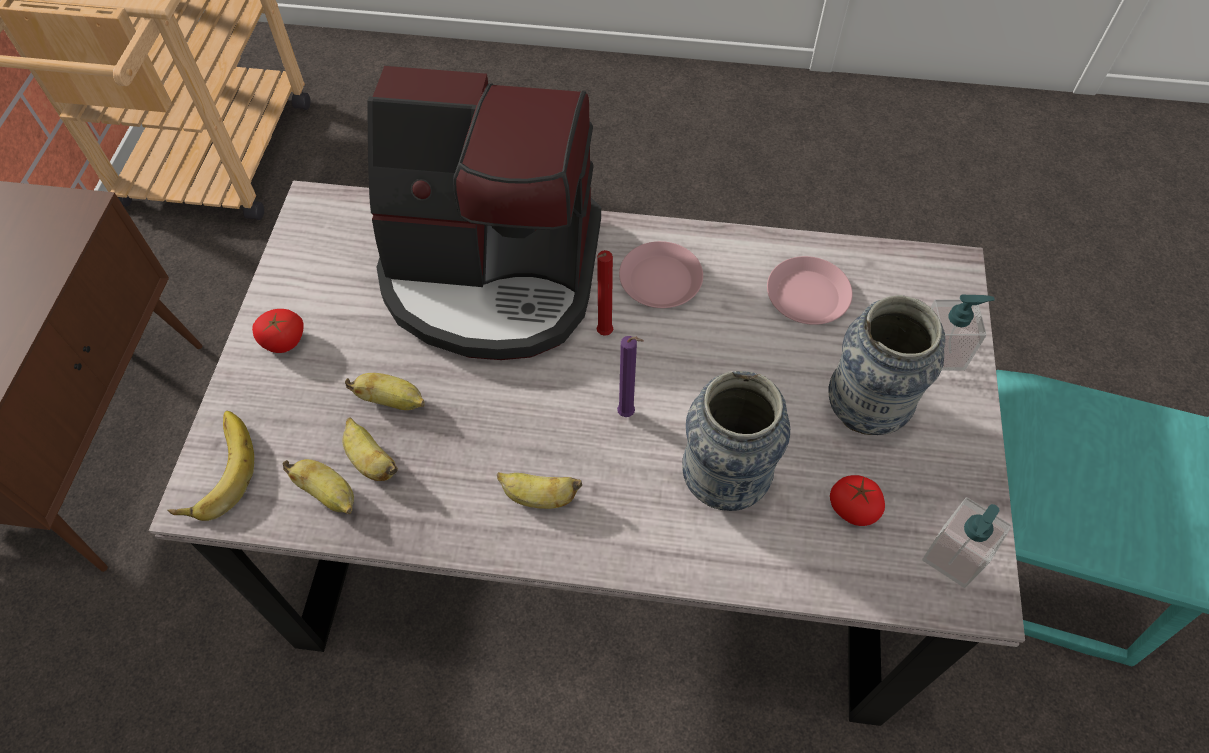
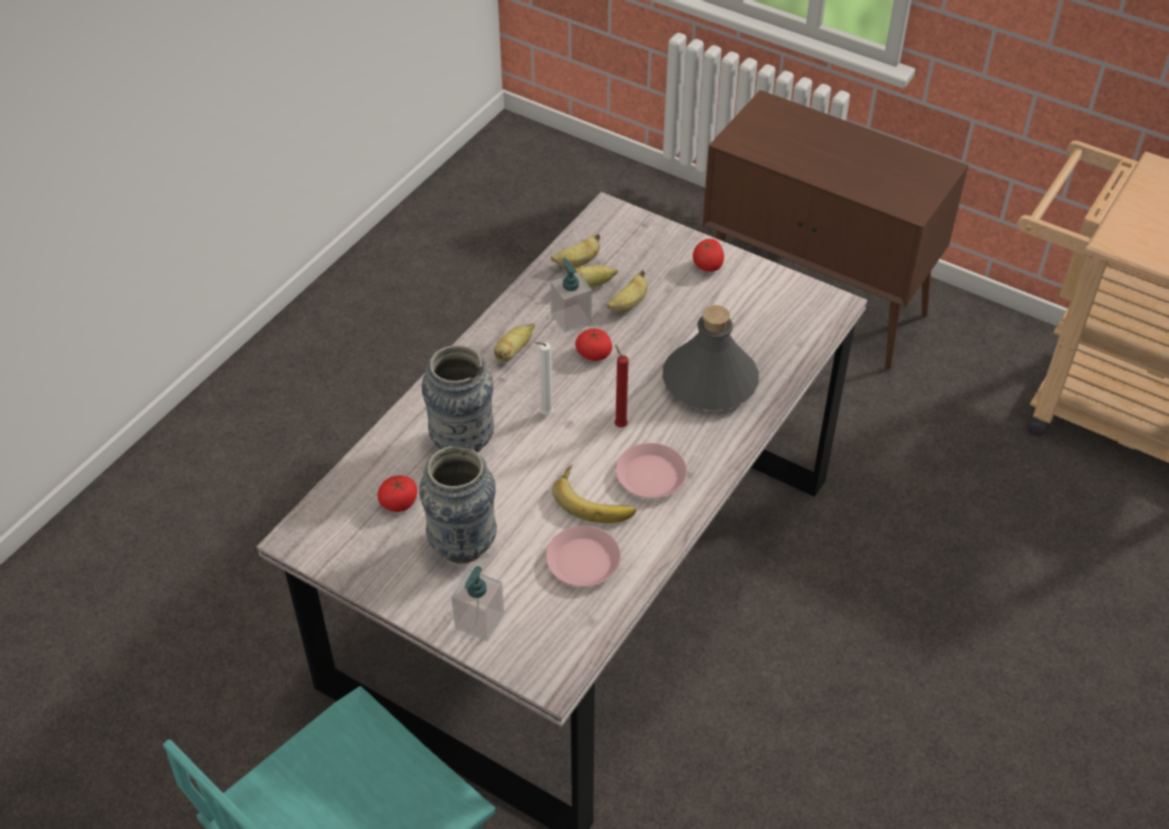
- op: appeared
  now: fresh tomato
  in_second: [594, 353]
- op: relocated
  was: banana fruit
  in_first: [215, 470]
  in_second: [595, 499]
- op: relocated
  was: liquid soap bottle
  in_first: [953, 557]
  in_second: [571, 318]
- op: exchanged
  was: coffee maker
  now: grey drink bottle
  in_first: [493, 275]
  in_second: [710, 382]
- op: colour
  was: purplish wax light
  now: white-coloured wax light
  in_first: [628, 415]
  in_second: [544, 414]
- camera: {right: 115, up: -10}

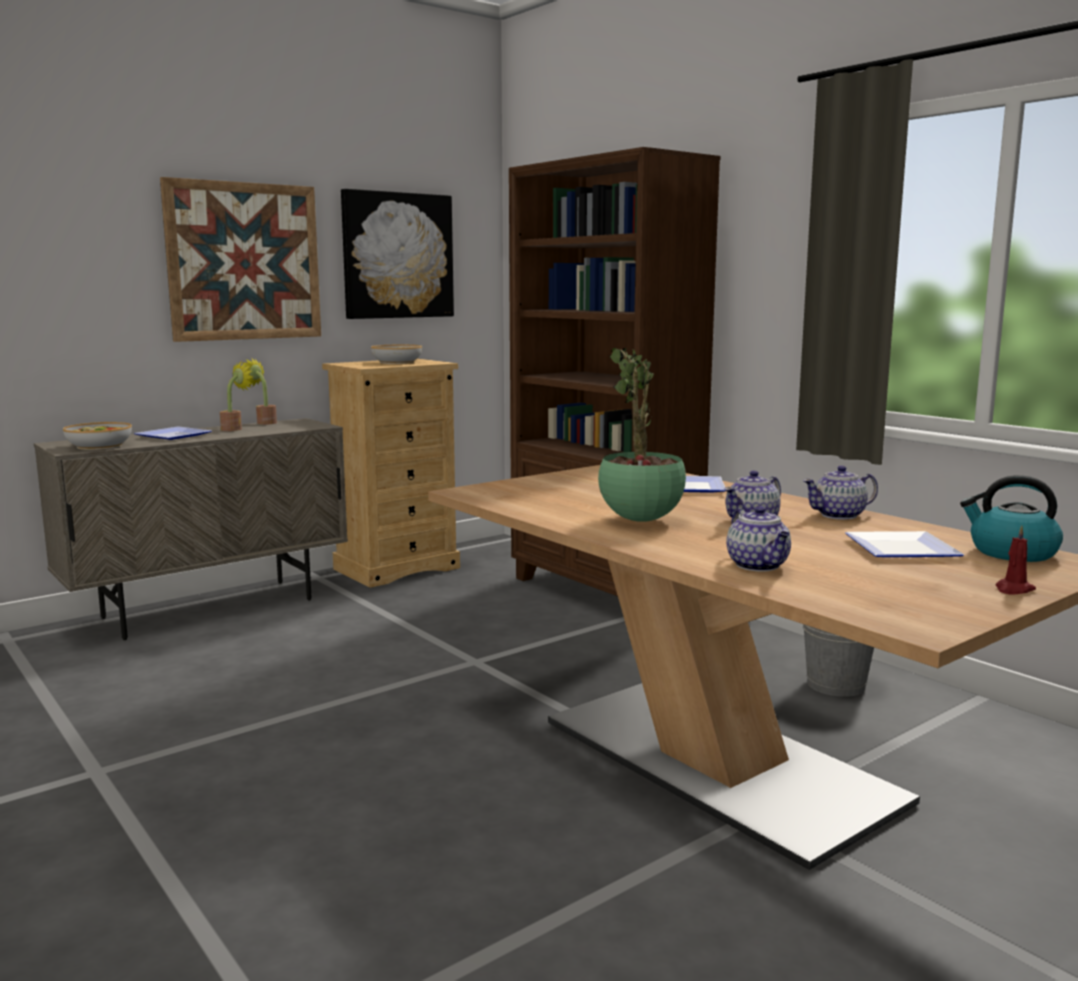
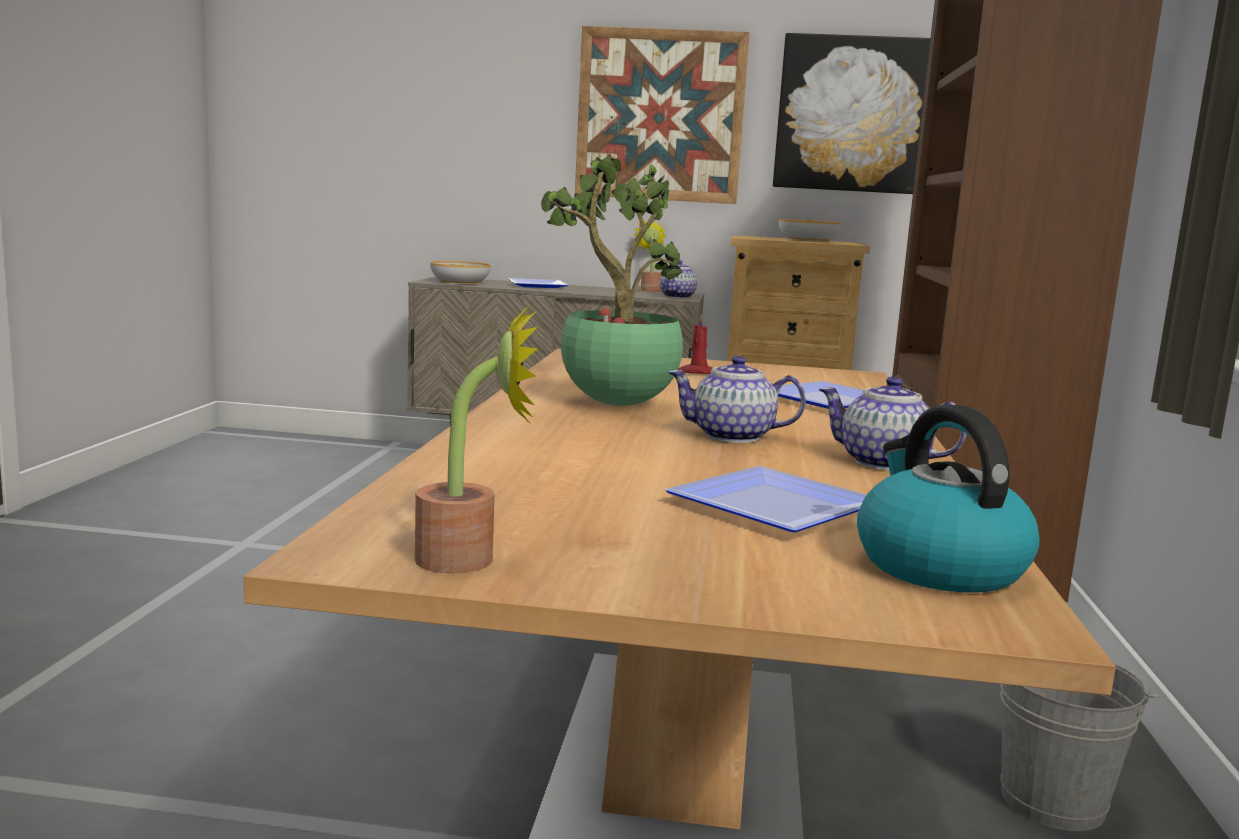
- op: relocated
  was: houseplant
  in_first: [235, 429]
  in_second: [471, 559]
- op: relocated
  was: tea pot
  in_first: [759, 566]
  in_second: [677, 297]
- op: relocated
  was: reddish wax light
  in_first: [1013, 589]
  in_second: [695, 372]
- camera: {right: 45, up: 0}

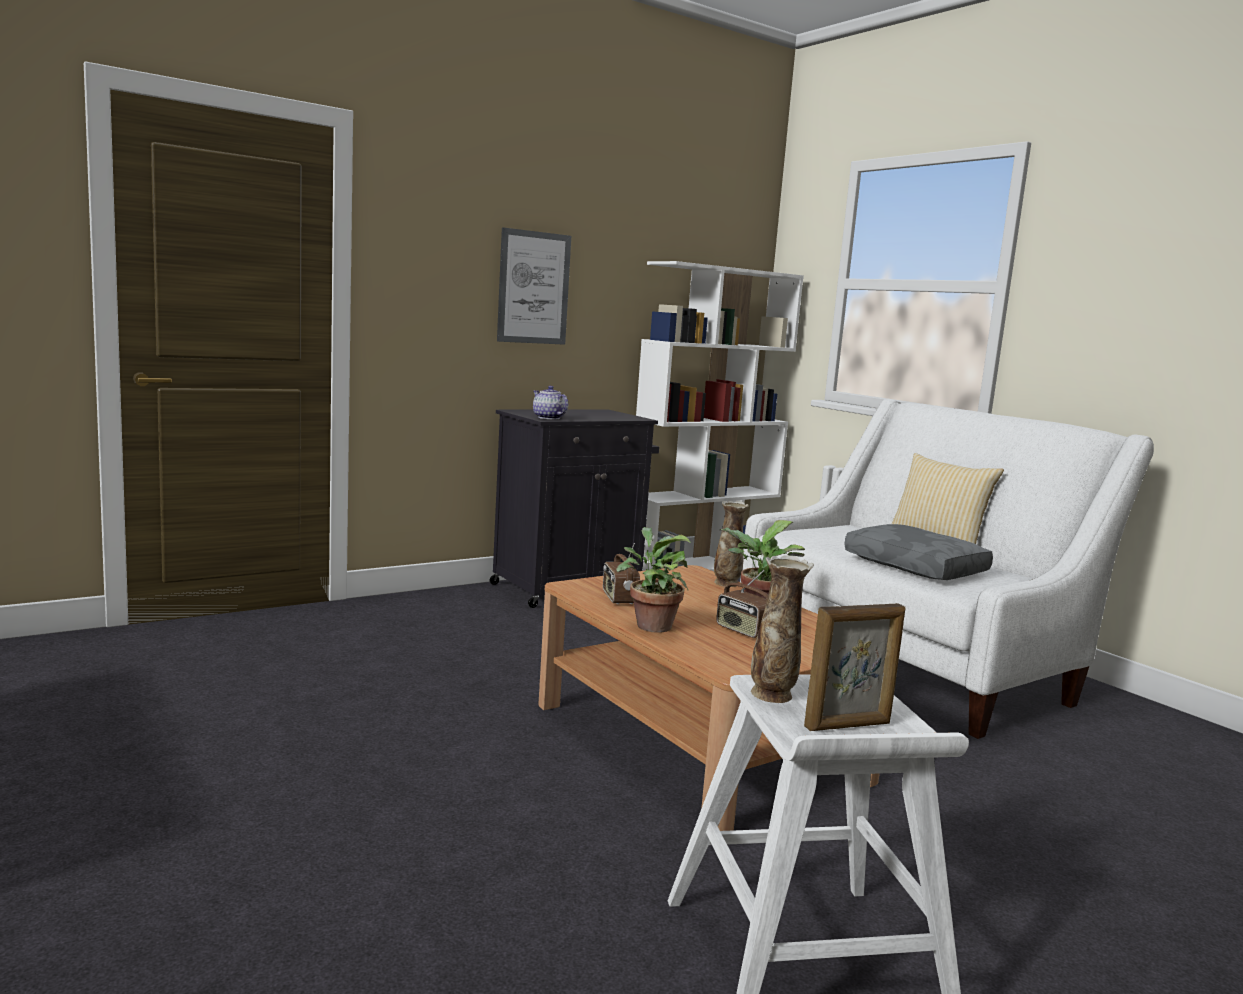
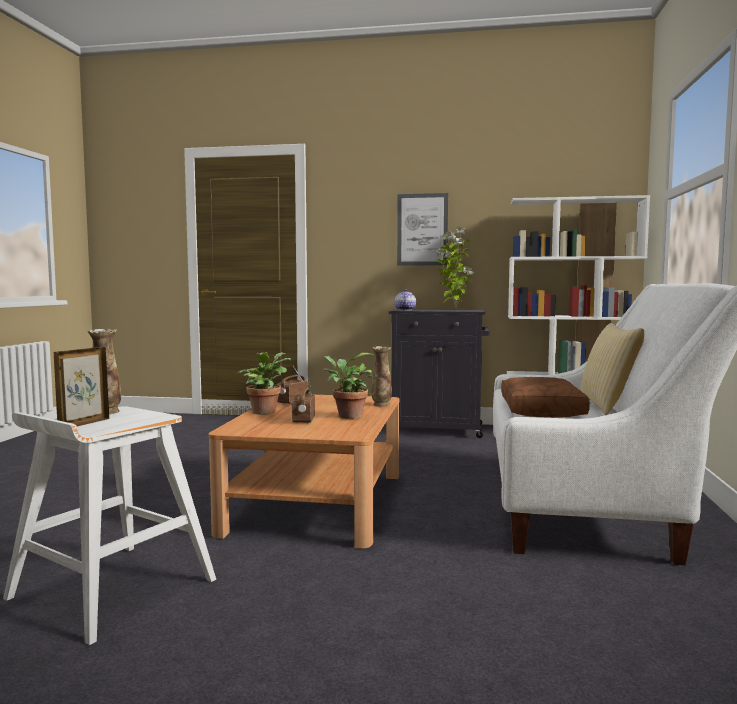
- op: appeared
  now: houseplant
  in_second: [454, 309]
- op: colour
  was: grey pillow
  now: brown pillow
  in_first: [917, 567]
  in_second: [543, 410]
- op: spun
  was: picture frame
  in_first: [848, 726]
  in_second: [83, 424]
  clockwise: 90
- camera: {right: 45, up: -5}

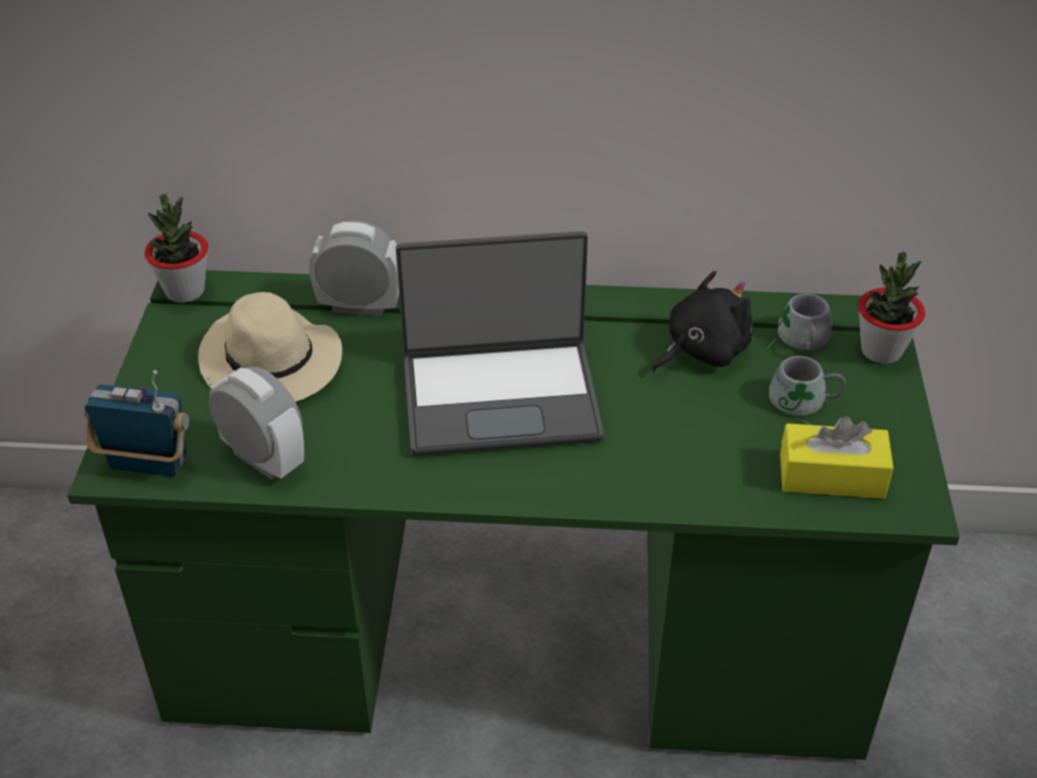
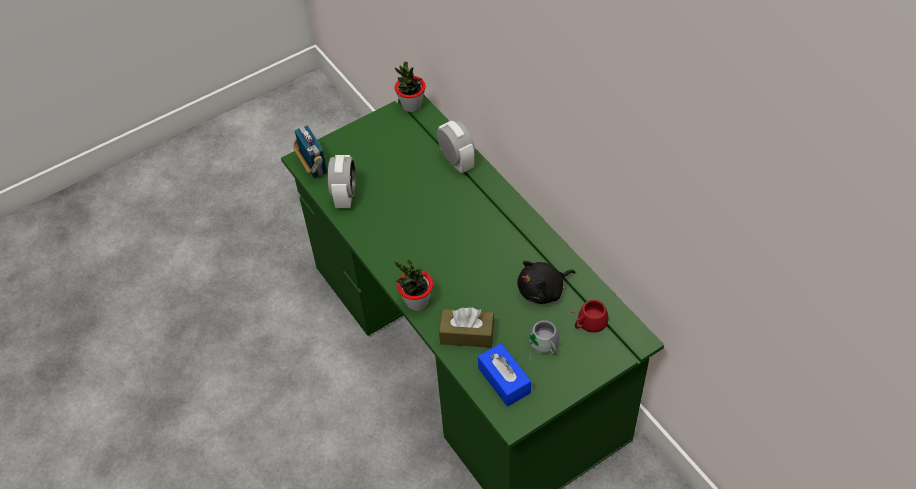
- op: missing
  was: beige-coloured hat
  in_first: [272, 363]
- op: missing
  was: notebook computer
  in_first: [500, 397]
- op: appeared
  now: brown box of tissues
  in_second: [467, 334]
- op: relocated
  was: houseplant
  in_first: [881, 351]
  in_second: [416, 302]
- op: colour
  was: grey tea mug
  now: reddish tea mug
  in_first: [798, 340]
  in_second: [587, 321]
- op: colour
  was: yellow box of tissues
  now: blue-coloured box of tissues
  in_first: [831, 476]
  in_second: [504, 380]
- op: spun
  was: blackish plush toy
  in_first: [702, 351]
  in_second: [543, 290]
  clockwise: 135
- camera: {right: 55, up: 10}

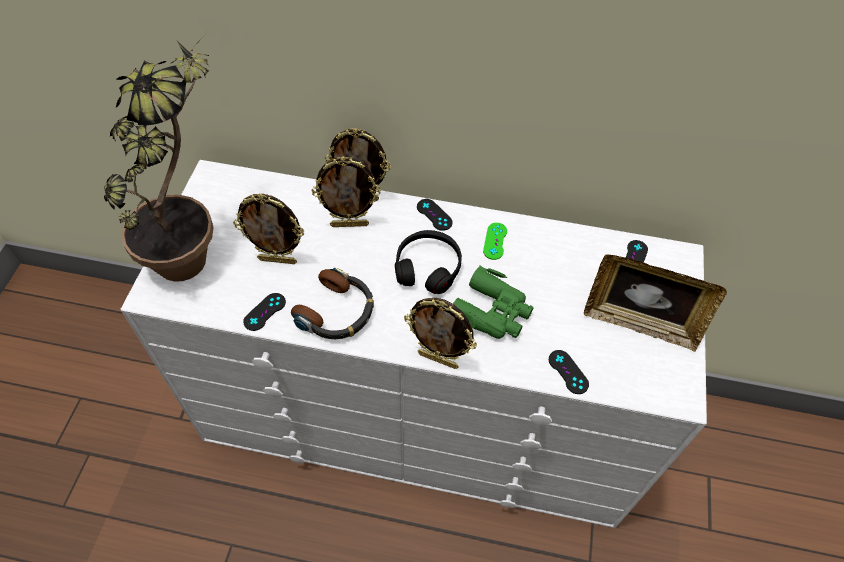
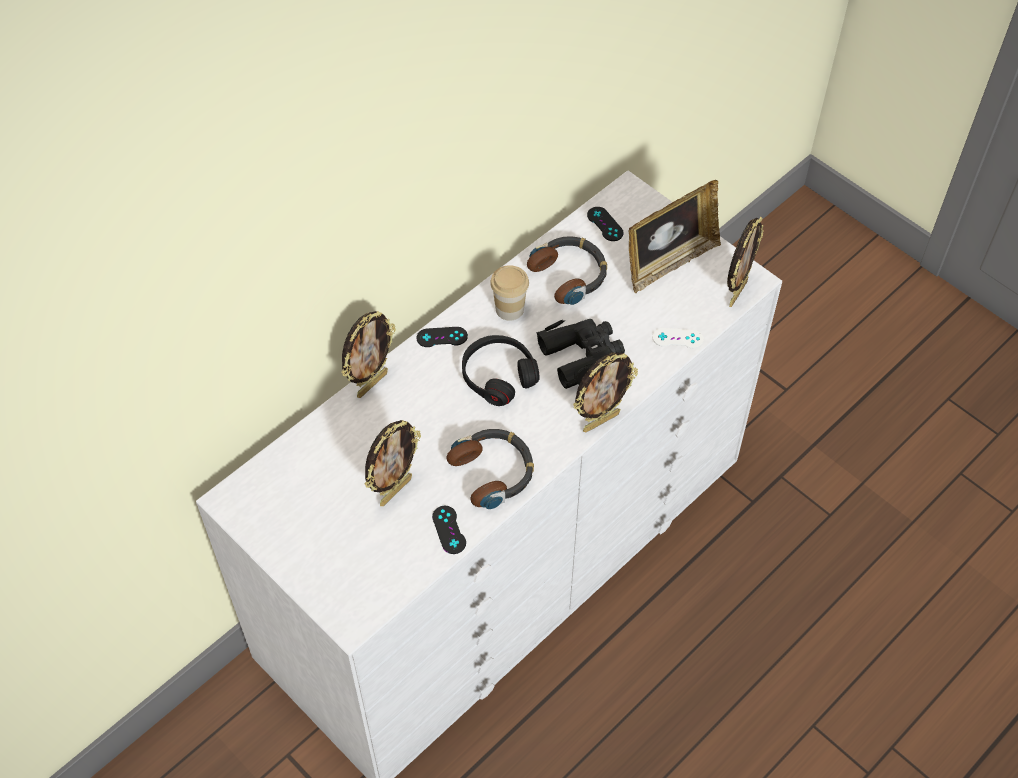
- op: missing
  was: houseplant
  in_first: [194, 248]
- op: appeared
  now: pair of headphones
  in_second: [570, 274]
- op: relocated
  was: picture frame
  in_first: [350, 224]
  in_second: [736, 292]
- op: exchanged
  was: green-coloured game controller
  now: cup
  in_first: [495, 241]
  in_second: [509, 309]
- op: colour
  was: green-coloured binoculars
  now: blackish binoculars
  in_first: [492, 312]
  in_second: [582, 355]
- op: colour
  was: blackish game controller
  now: white-coloured game controller
  in_first: [568, 372]
  in_second: [677, 338]
- camera: {right: -55, up: 0}

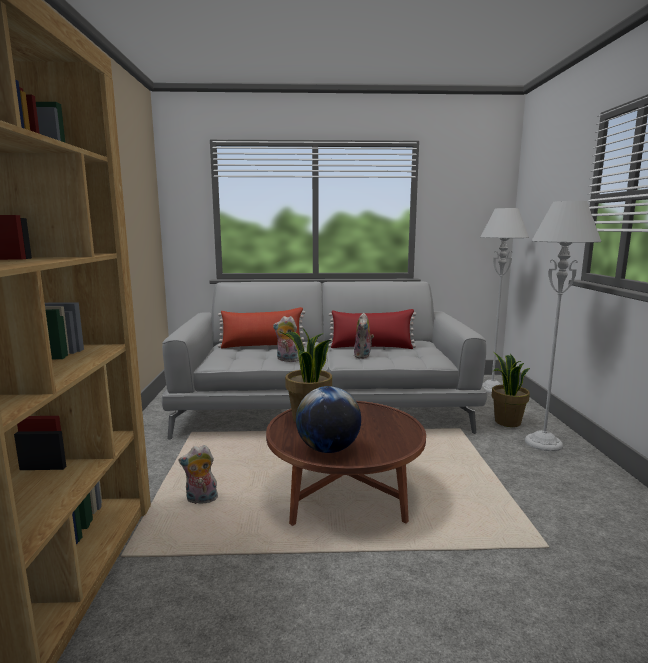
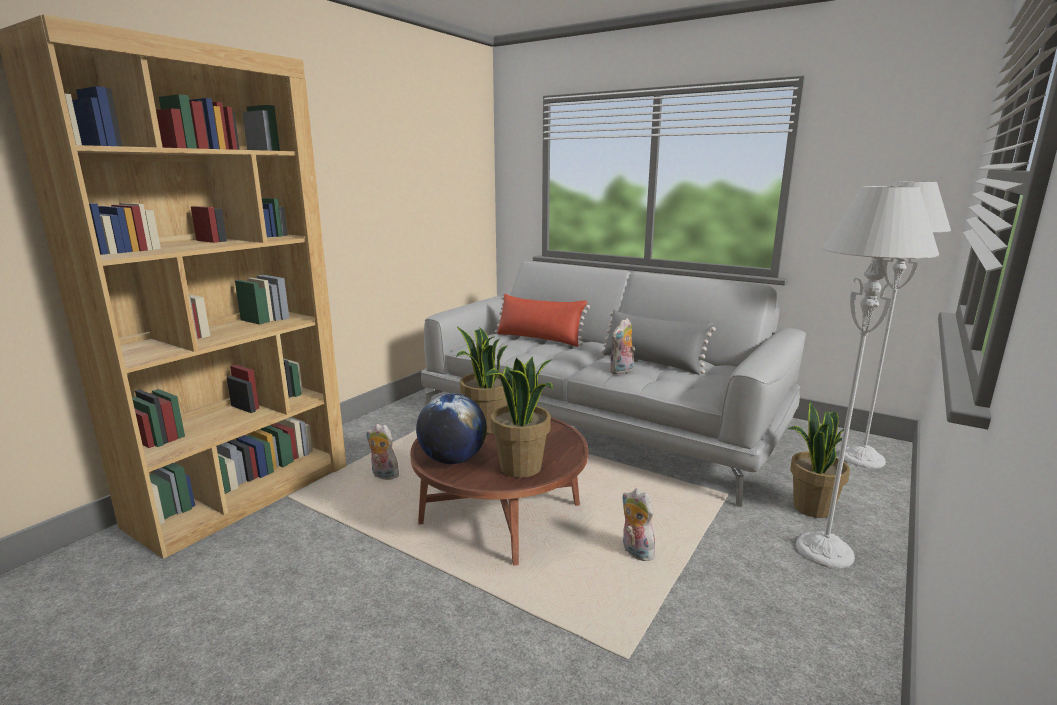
- op: appeared
  now: houseplant
  in_second: [521, 468]
- op: relocated
  was: plush toy
  in_first: [286, 360]
  in_second: [635, 552]
- op: colour
  was: reddish pillow
  now: grey pillow
  in_first: [371, 347]
  in_second: [652, 362]
- camera: {right: 35, up: 5}

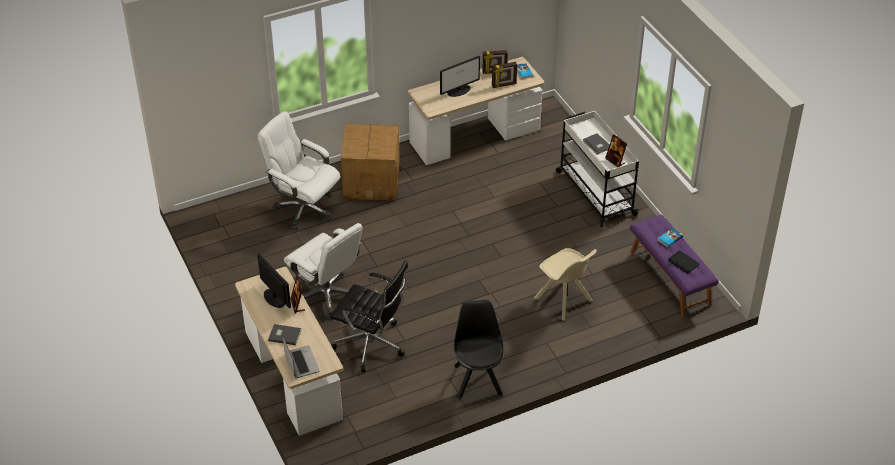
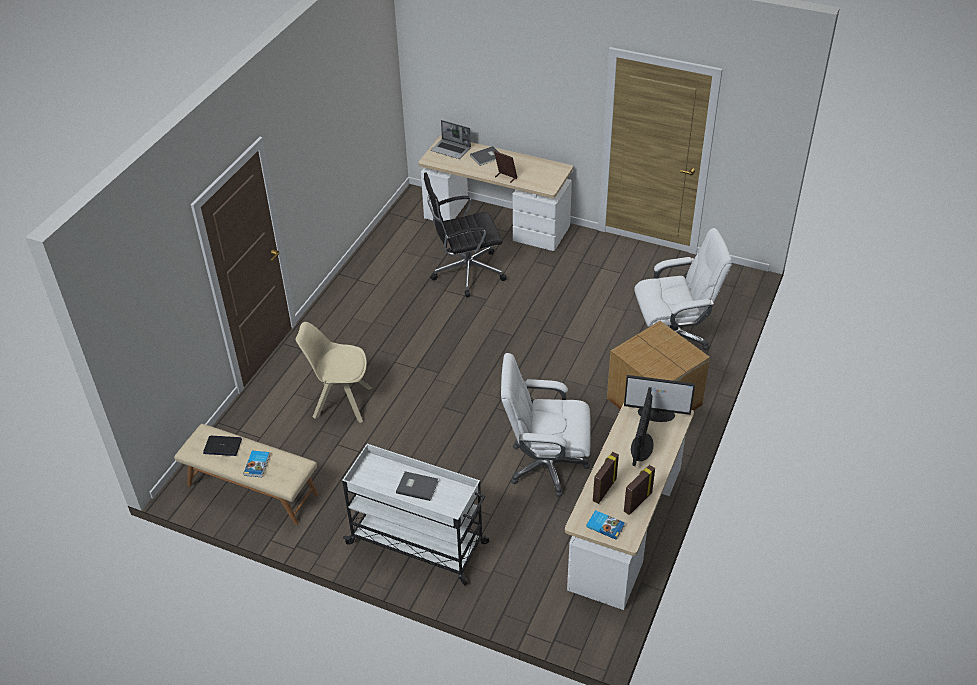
- op: missing
  was: blackish plain chair
  in_first: [478, 378]
- op: missing
  was: picture frame
  in_first: [615, 161]
- op: relocated
  was: monitor
  in_first: [274, 298]
  in_second: [657, 414]
- op: relocated
  was: white-coloured desk chair
  in_first: [327, 295]
  in_second: [546, 465]
- op: colour
  was: purplish indoor bench
  now: beige-coloured indoor bench
  in_first: [670, 278]
  in_second: [252, 490]
- camera: {right: 140, up: 0}

